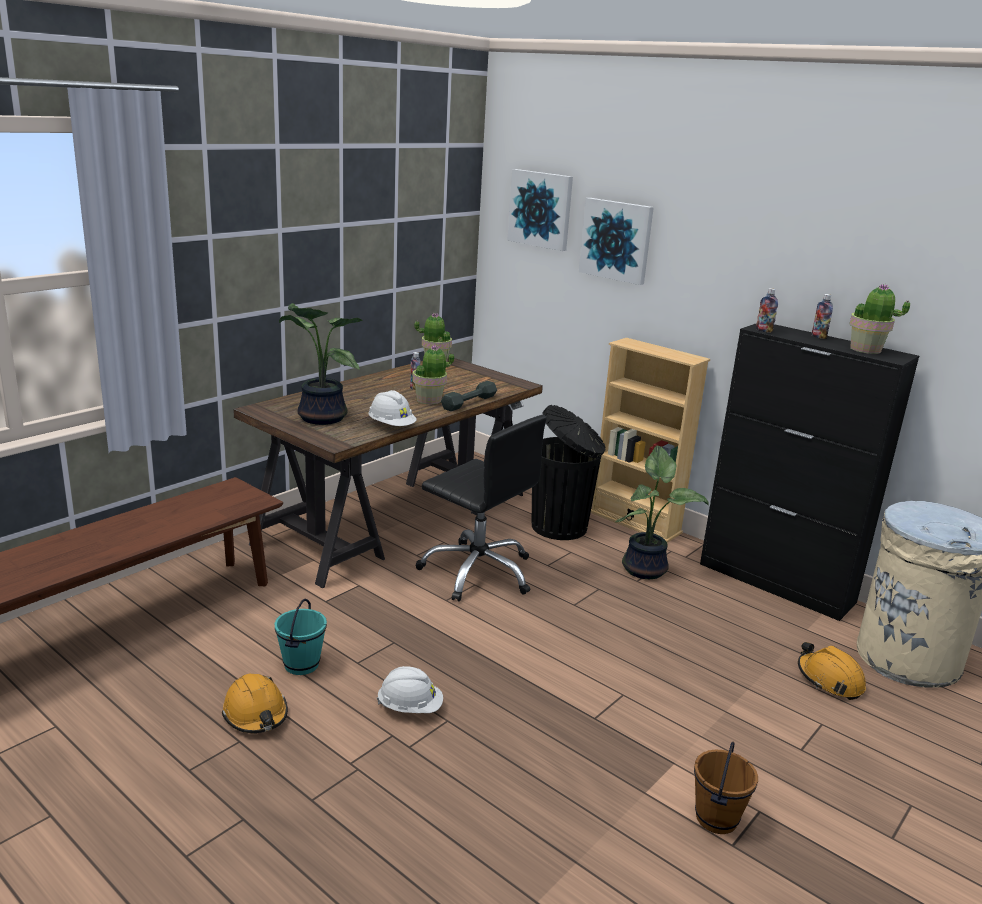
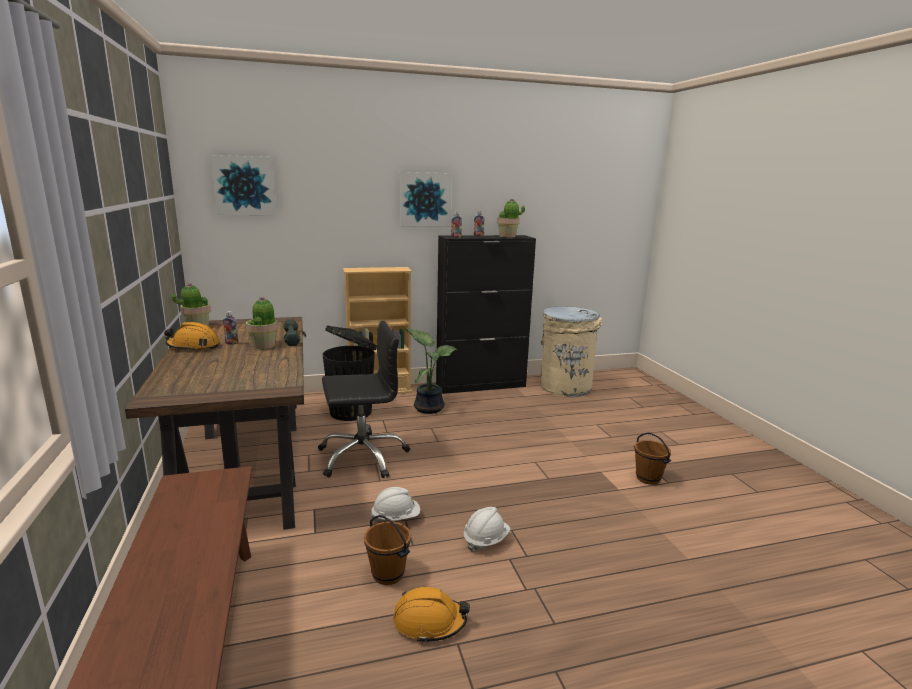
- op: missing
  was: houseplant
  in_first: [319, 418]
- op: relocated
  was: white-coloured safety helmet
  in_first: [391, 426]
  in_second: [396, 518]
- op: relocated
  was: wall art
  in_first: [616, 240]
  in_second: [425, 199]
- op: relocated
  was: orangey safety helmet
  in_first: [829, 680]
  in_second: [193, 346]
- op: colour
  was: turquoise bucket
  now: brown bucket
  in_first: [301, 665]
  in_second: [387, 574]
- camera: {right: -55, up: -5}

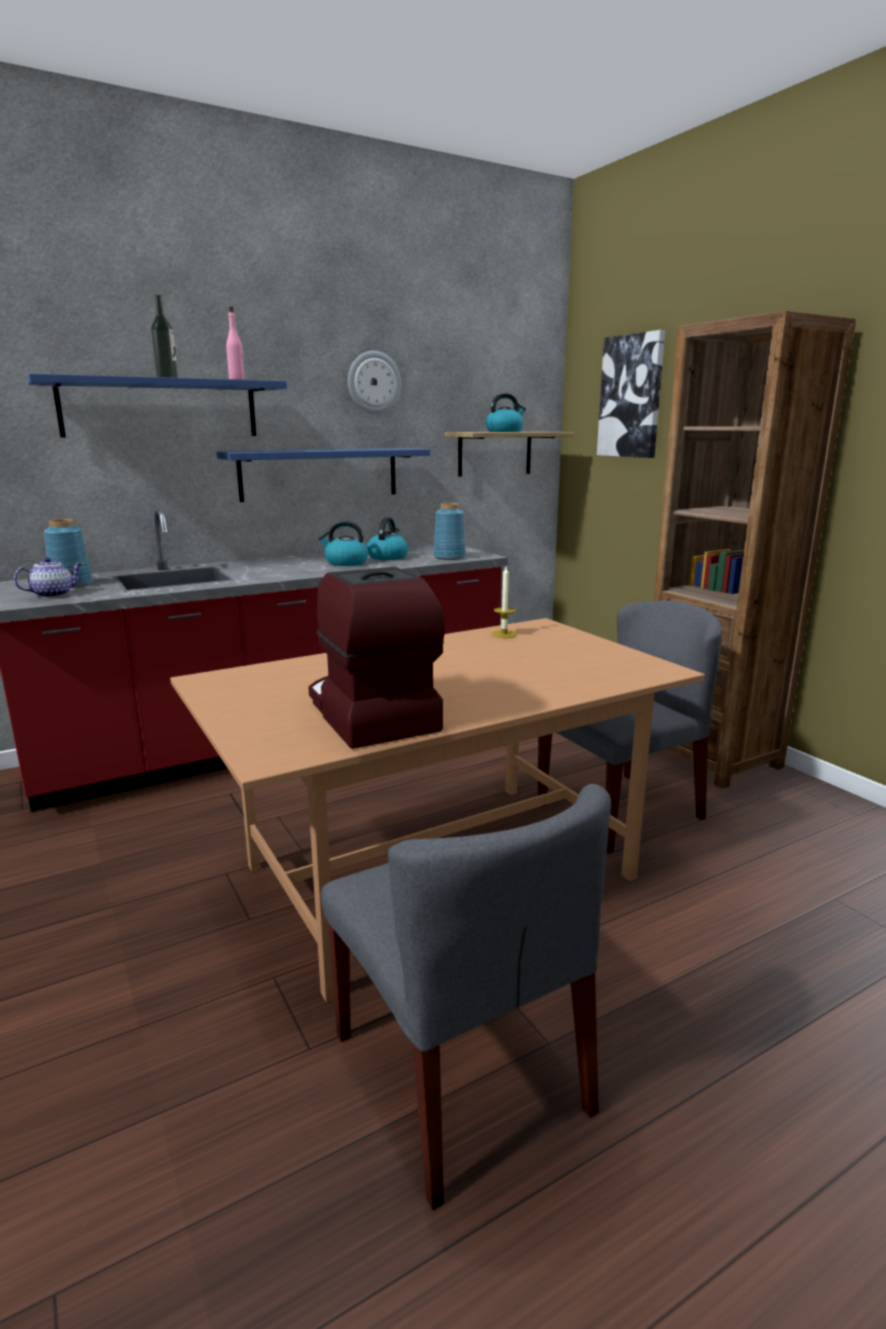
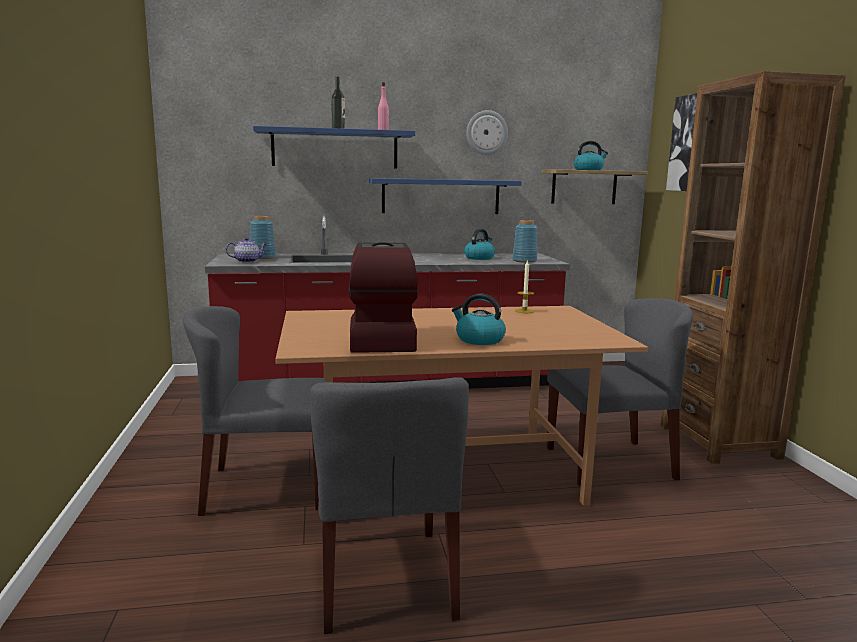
- op: appeared
  now: grey plain chair
  in_second: [266, 488]
- op: relocated
  was: tea kettle
  in_first: [345, 563]
  in_second: [479, 340]
- camera: {right: 20, up: -5}

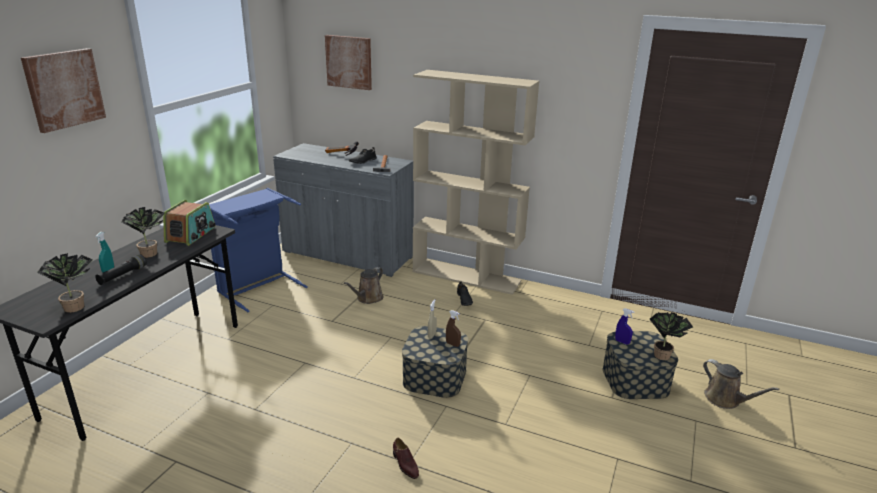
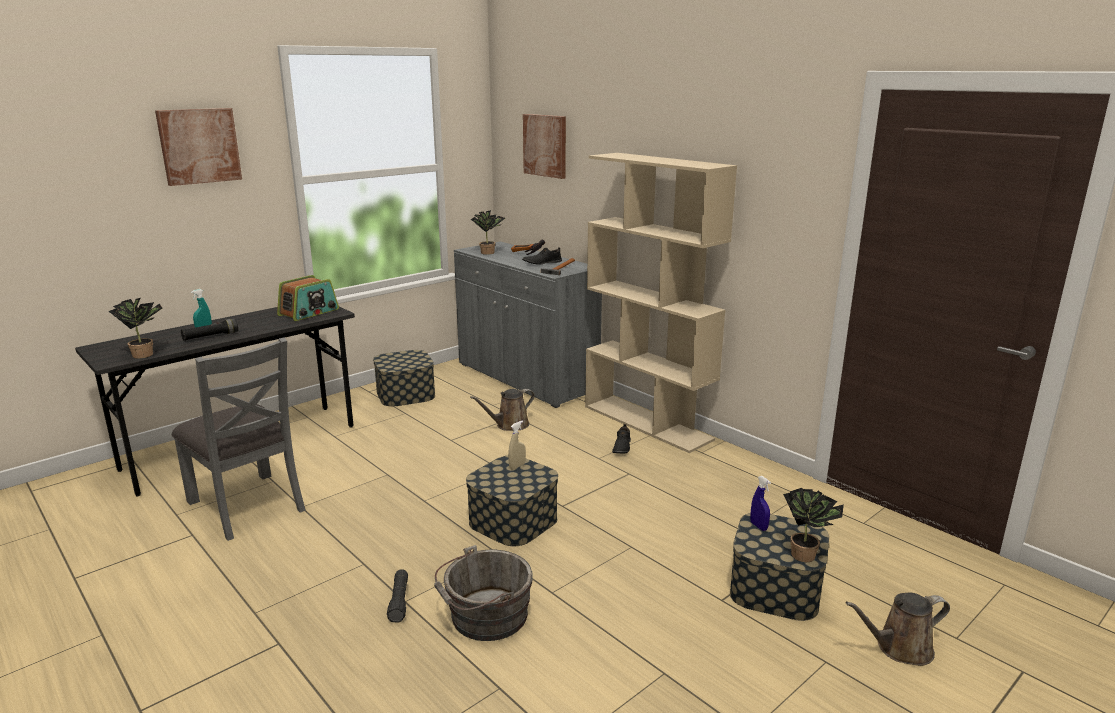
- op: missing
  was: brown sprayer
  in_first: [452, 344]
- op: appeared
  now: grey plain chair
  in_second: [248, 505]
- op: appeared
  now: grey bucket
  in_second: [485, 617]
- op: relocated
  was: houseplant
  in_first: [150, 253]
  in_second: [489, 252]
- op: exchanged
  was: blue-coloured laundry basket
  now: storage container
  in_first: [258, 287]
  in_second: [405, 393]
- op: exchanged
  was: brown shoe
  now: blackish flashlight
  in_first: [405, 464]
  in_second: [399, 601]
- op: spun
  was: brown watering can
  in_first: [725, 400]
  in_second: [899, 648]
  clockwise: 90
- camera: {right: 25, up: -5}

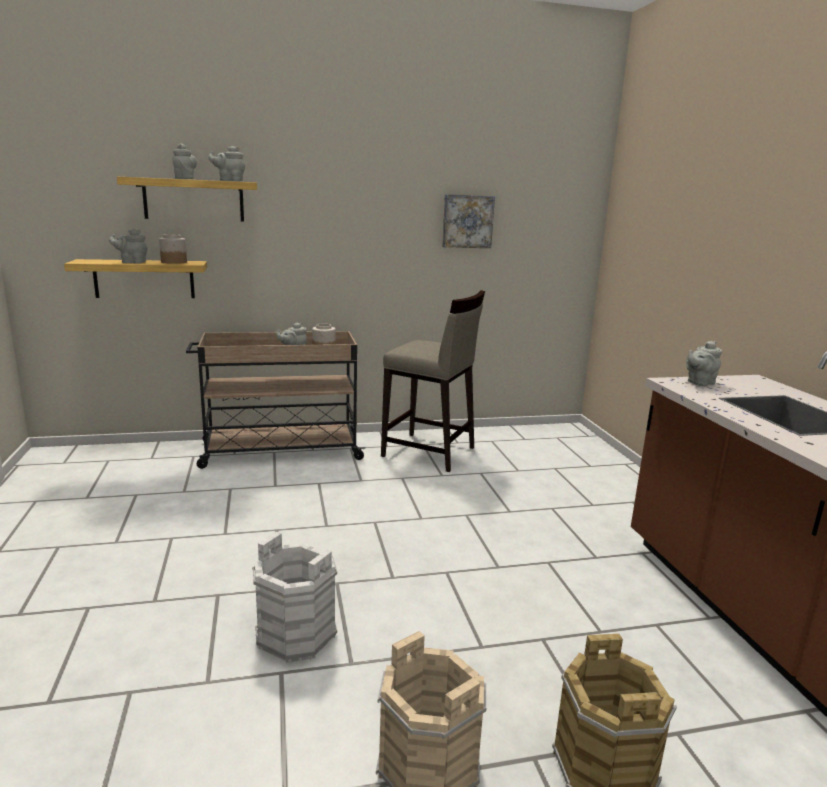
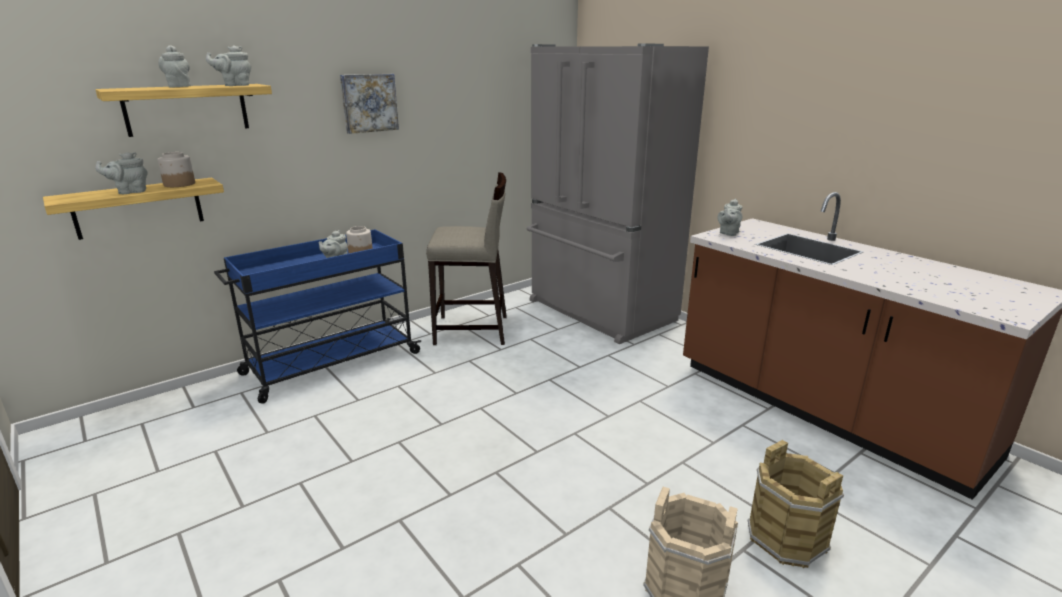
- op: missing
  was: white-coloured bucket
  in_first: [296, 634]
- op: appeared
  now: grey fridge
  in_second: [599, 311]
- op: relocated
  was: wall art
  in_first: [467, 221]
  in_second: [369, 103]
- op: colour
  was: beige-coloured cart
  now: blue-coloured cart
  in_first: [279, 451]
  in_second: [330, 364]
- camera: {right: -25, up: 5}

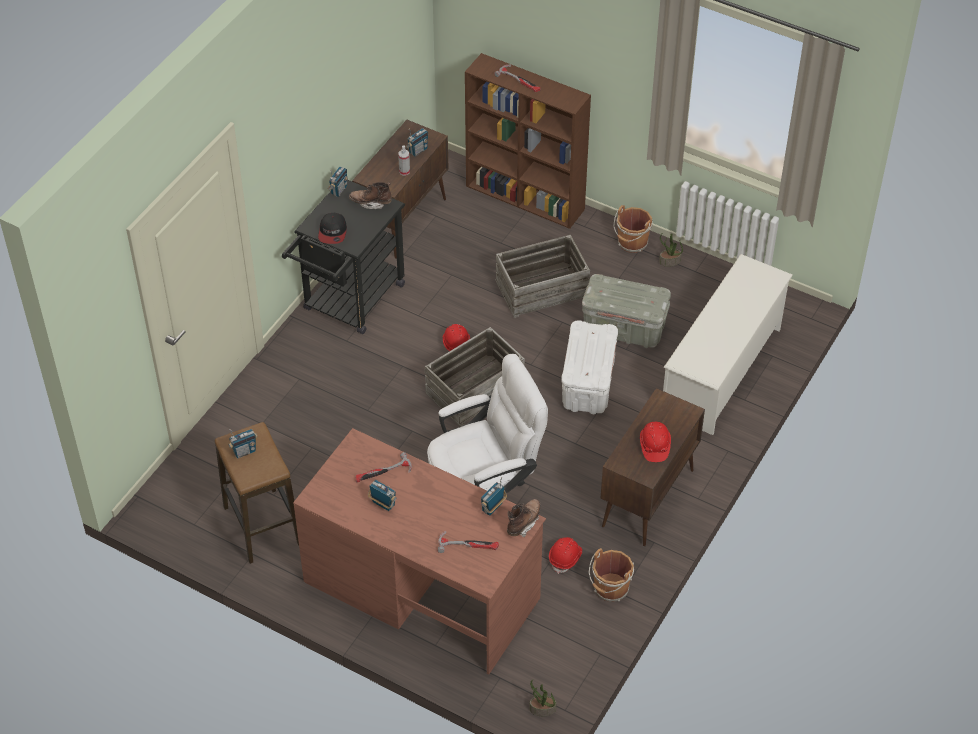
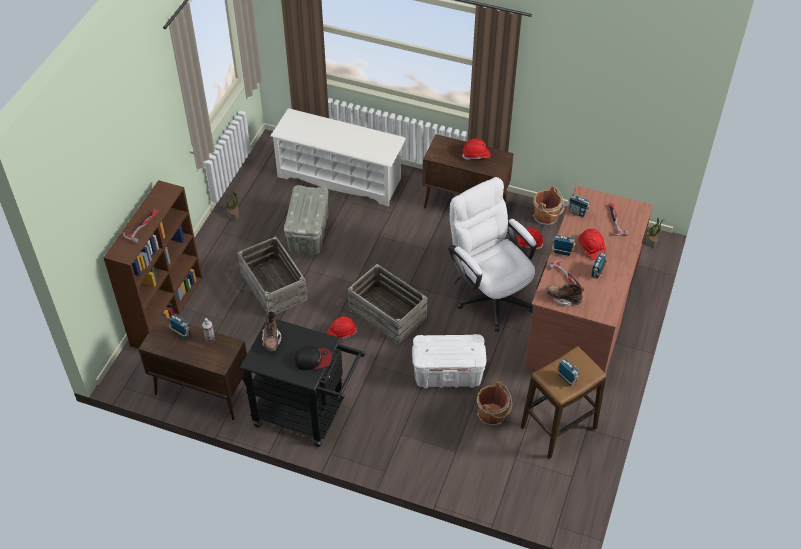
- op: appeared
  now: reddish safety helmet
  in_second: [591, 248]
- op: relocated
  was: radio set
  in_first: [338, 190]
  in_second: [562, 252]
- op: relocated
  was: brown high-top boot
  in_first: [523, 522]
  in_second: [563, 299]
- op: relocated
  was: white-coloured storage container
  in_first: [587, 384]
  in_second: [447, 374]
- op: relocated
  was: brown bucket
  in_first: [632, 243]
  in_second: [492, 415]
- camera: {right: -100, up: 0}

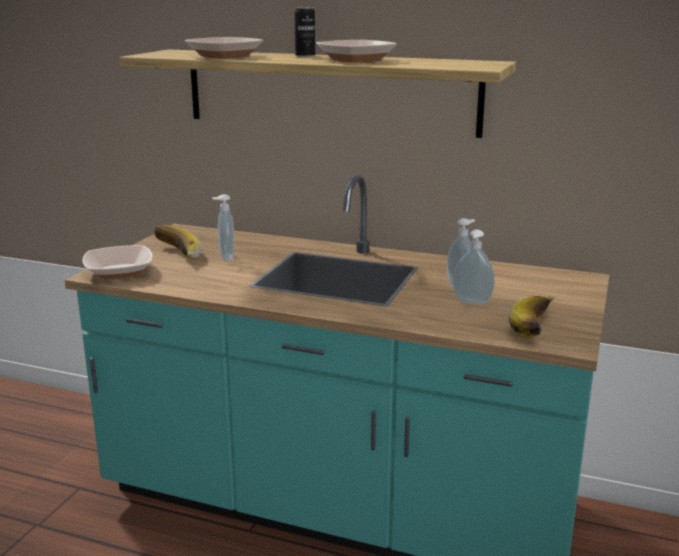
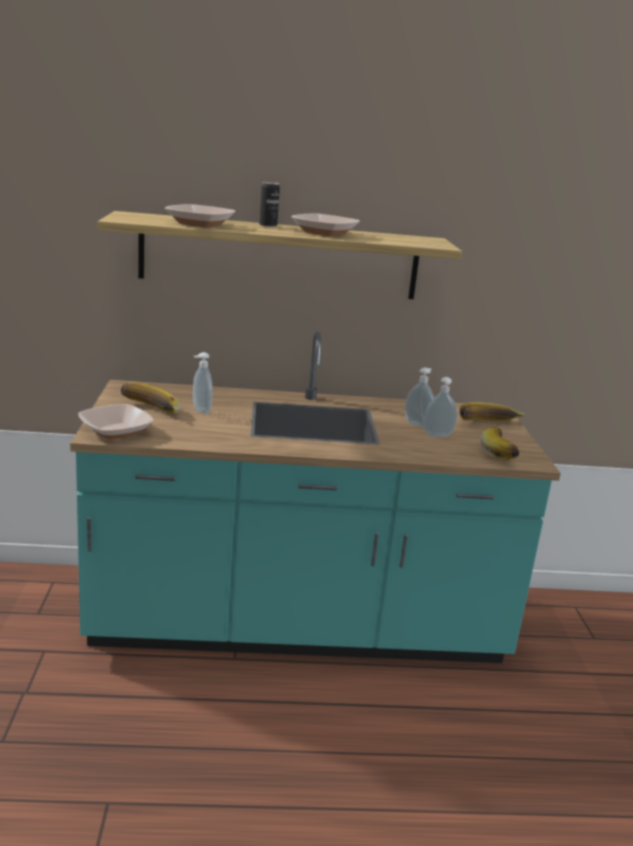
- op: appeared
  now: banana fruit
  in_second: [488, 424]
- camera: {right: -25, up: 0}

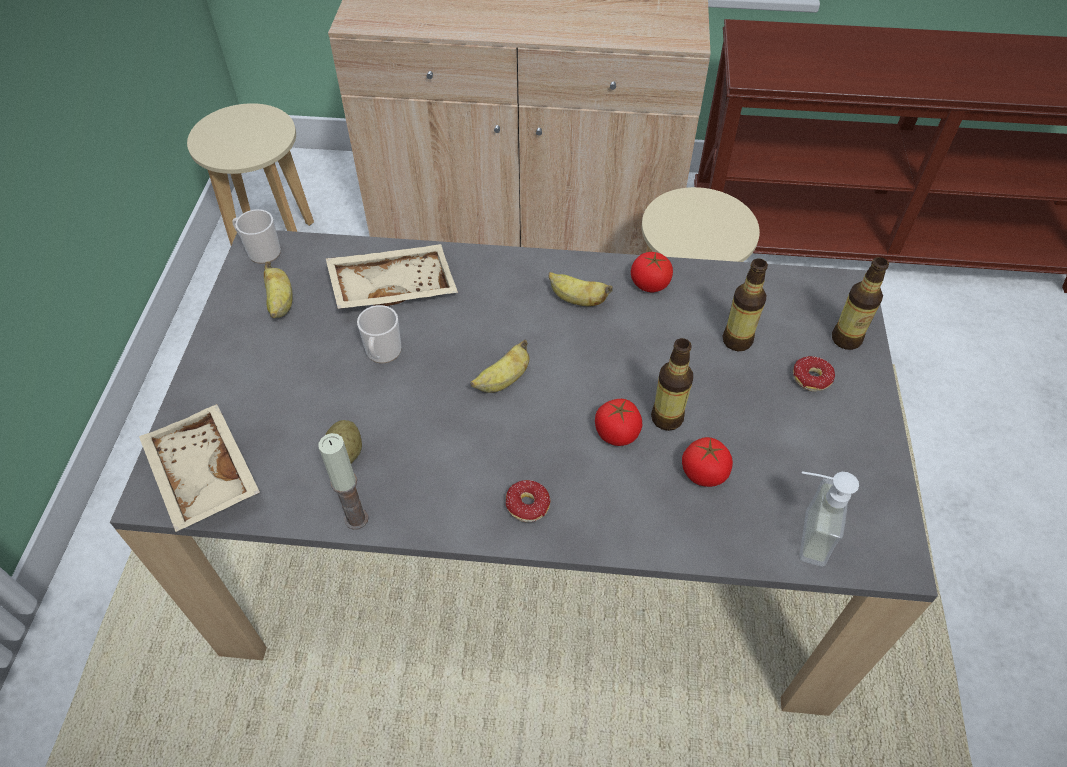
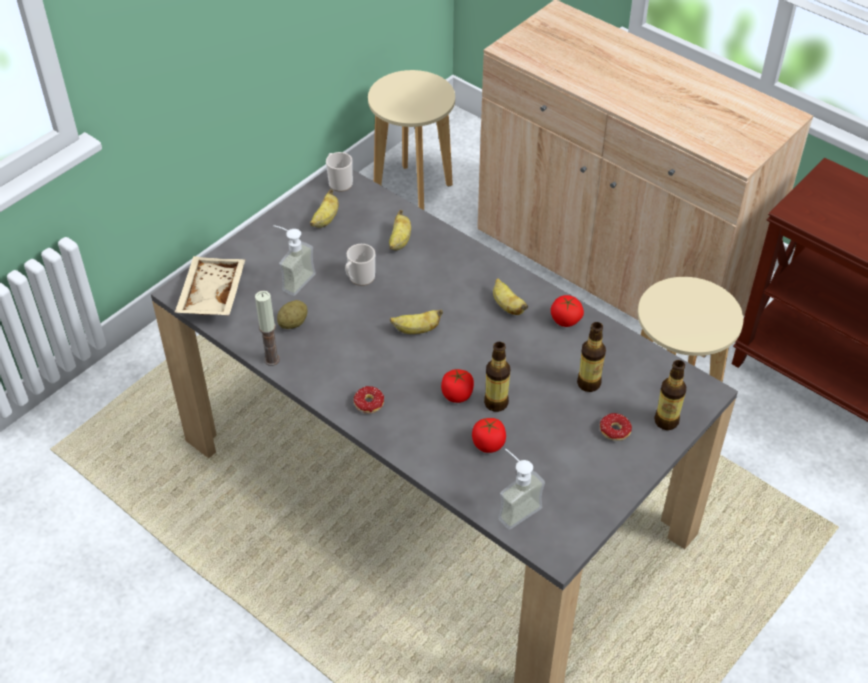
- op: appeared
  now: liquid soap bottle
  in_second: [292, 279]
- op: exchanged
  was: beige-coloured serving tray
  now: banana fruit
  in_first: [393, 286]
  in_second: [400, 241]
- camera: {right: 35, up: -5}

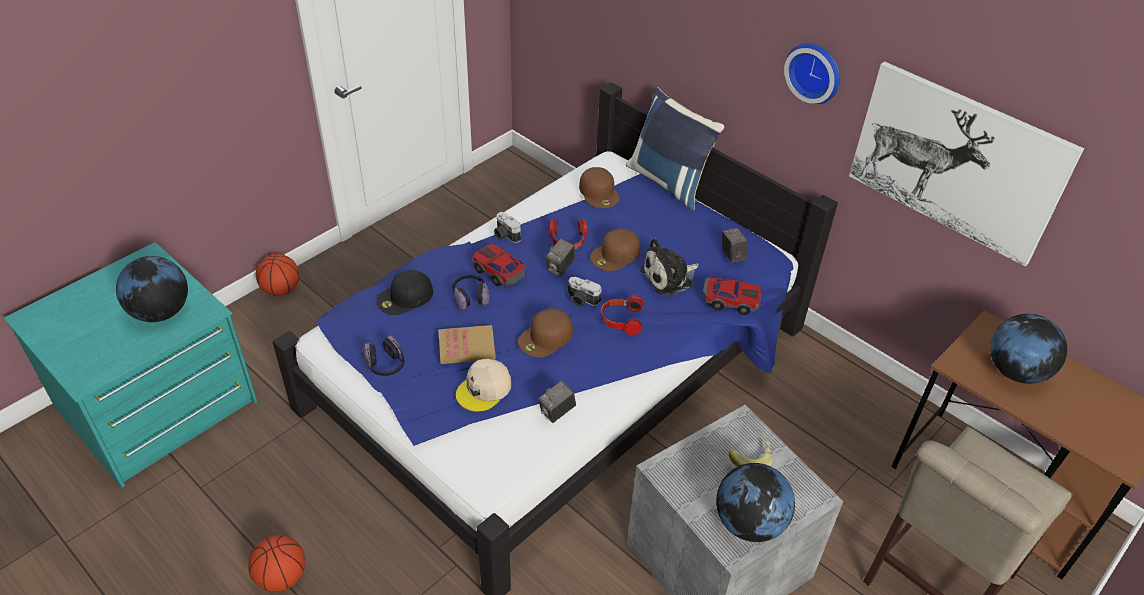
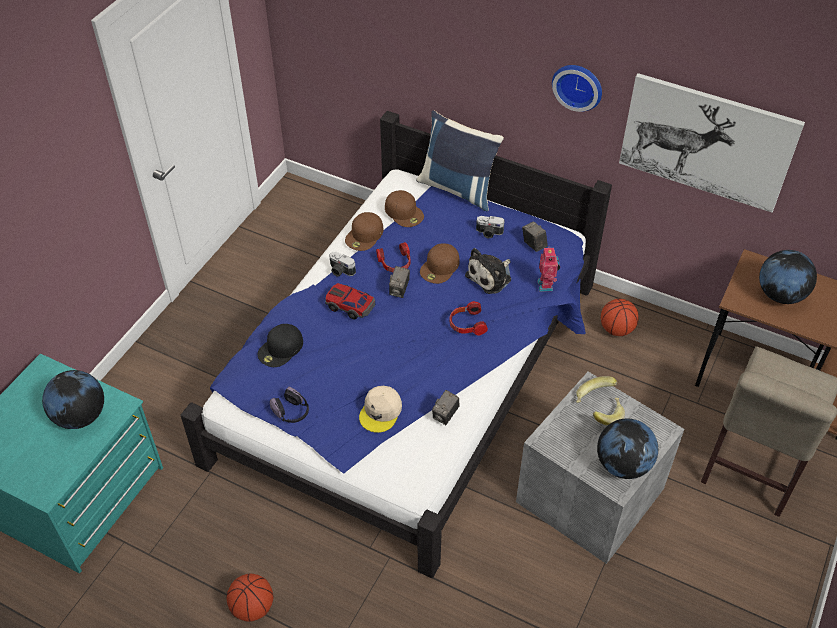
- op: missing
  was: volume
  in_first: [467, 347]
- op: missing
  was: pair of headphones
  in_first: [470, 296]
- op: appeared
  now: banana fruit
  in_second: [593, 397]
- op: relocated
  was: basketball ball
  in_first: [281, 290]
  in_second: [616, 329]
- op: relocated
  was: brown baseball cap
  in_first: [546, 337]
  in_second: [364, 235]
- op: relocated
  was: still camera
  in_first: [581, 300]
  in_second: [489, 233]
- op: exchanged
  was: model car
  now: robot figure
  in_first: [730, 300]
  in_second: [546, 285]
- camera: {right: -15, up: 5}

